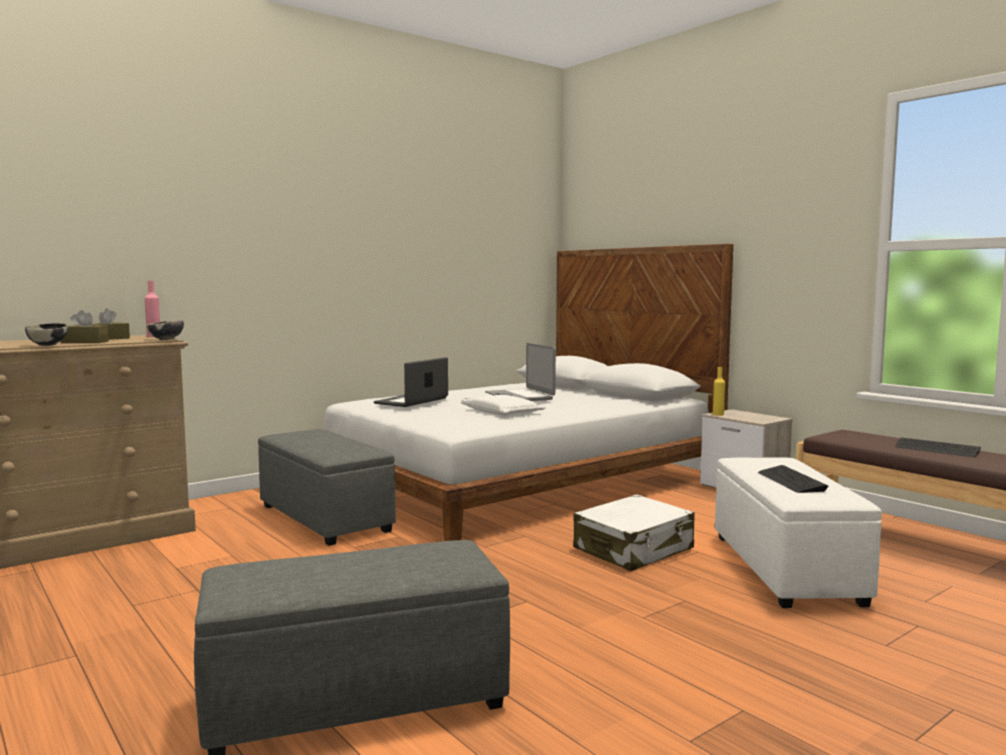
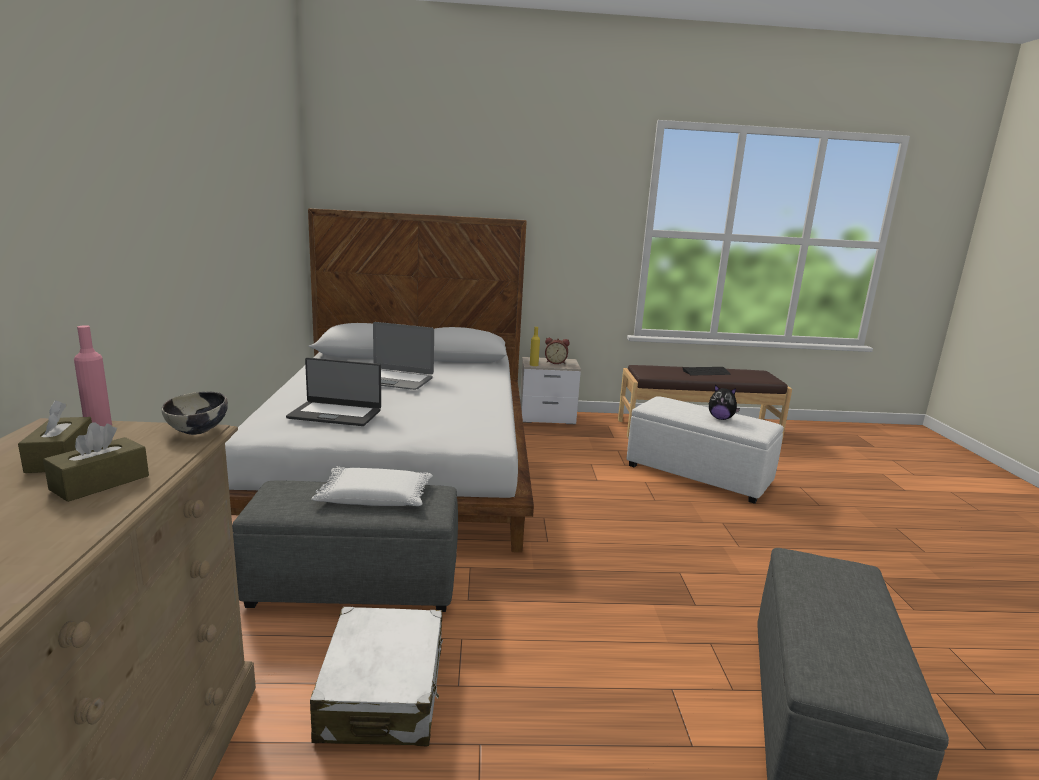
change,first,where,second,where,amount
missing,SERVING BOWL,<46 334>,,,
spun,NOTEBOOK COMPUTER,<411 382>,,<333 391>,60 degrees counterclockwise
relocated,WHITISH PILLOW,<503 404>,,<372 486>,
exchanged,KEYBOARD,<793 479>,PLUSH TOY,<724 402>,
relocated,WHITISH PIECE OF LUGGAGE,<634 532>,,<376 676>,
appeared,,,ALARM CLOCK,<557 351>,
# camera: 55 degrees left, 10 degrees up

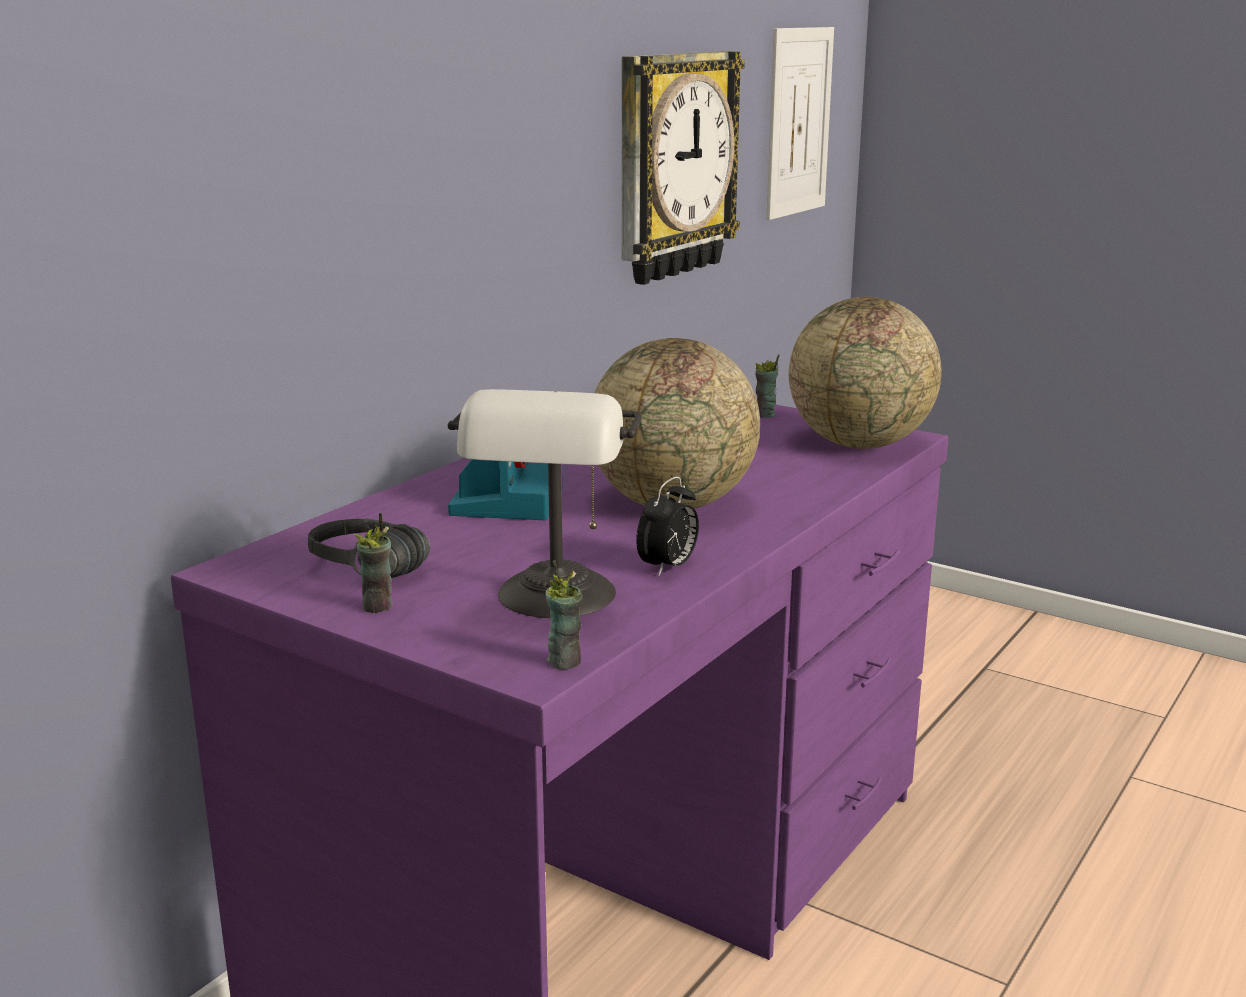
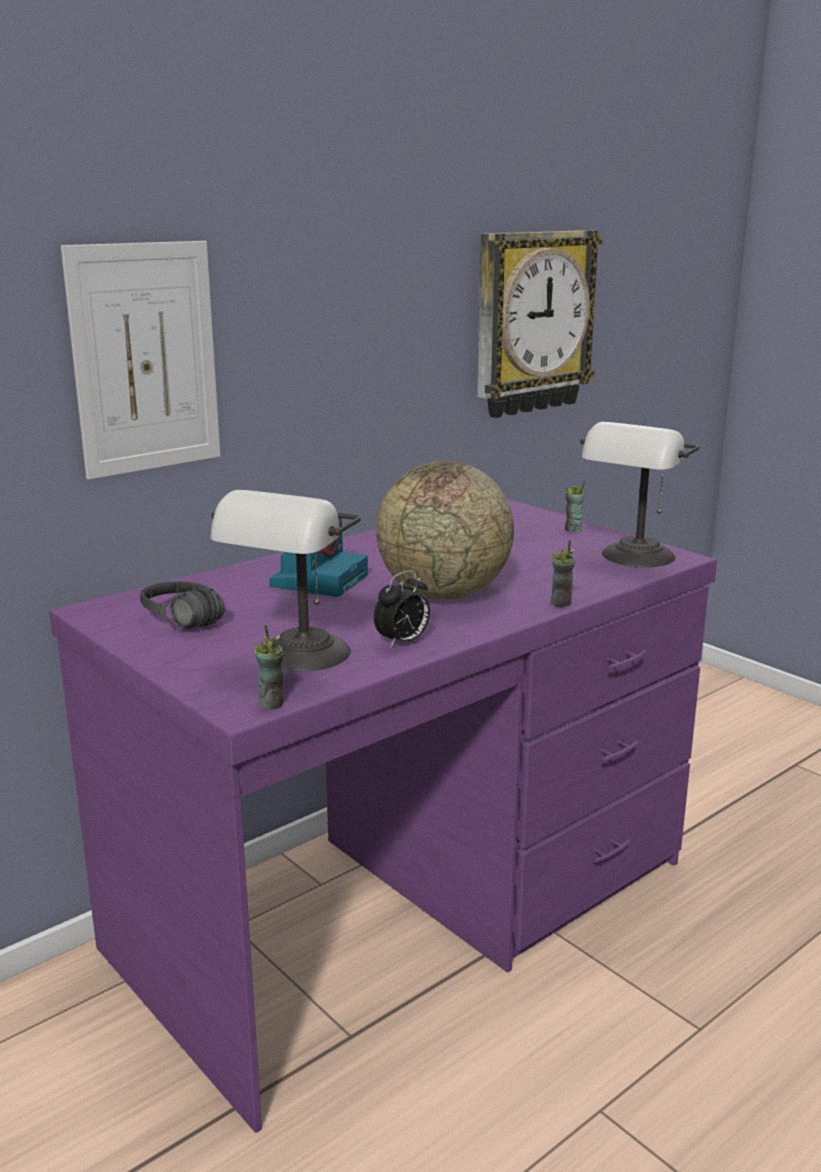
change,first,where,second,where,amount
relocated,PICTURE,<800 123>,,<141 360>,
exchanged,DESK GLOBE,<865 373>,TABLETOP LAMP,<640 494>,
relocated,SMALL CUP,<373 563>,,<563 573>,
# camera: 15 degrees right, 0 degrees up

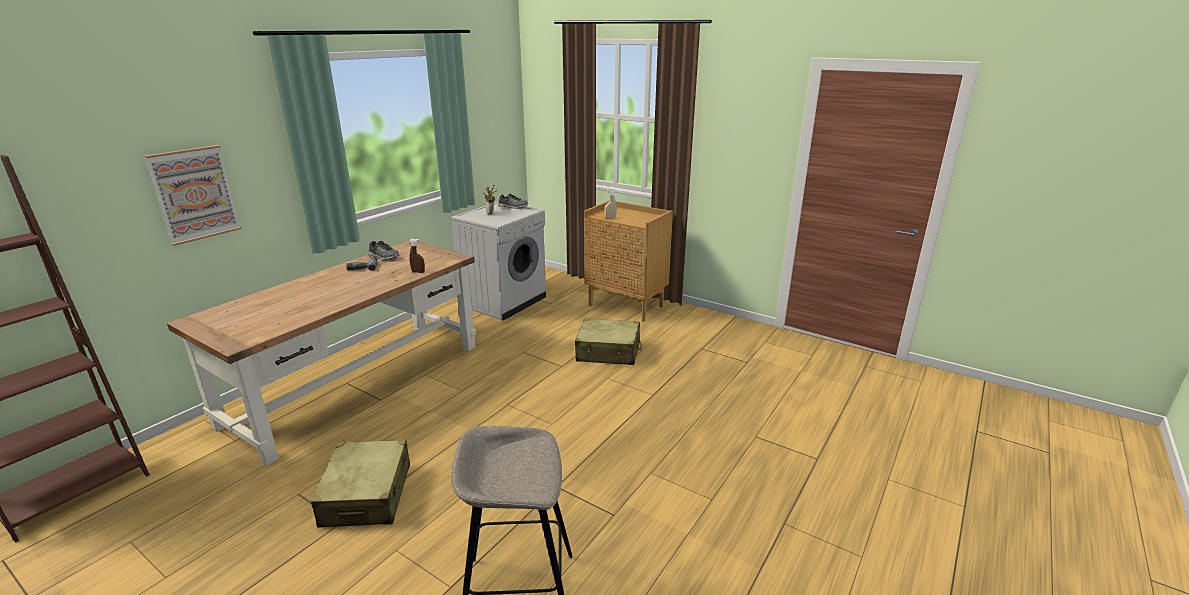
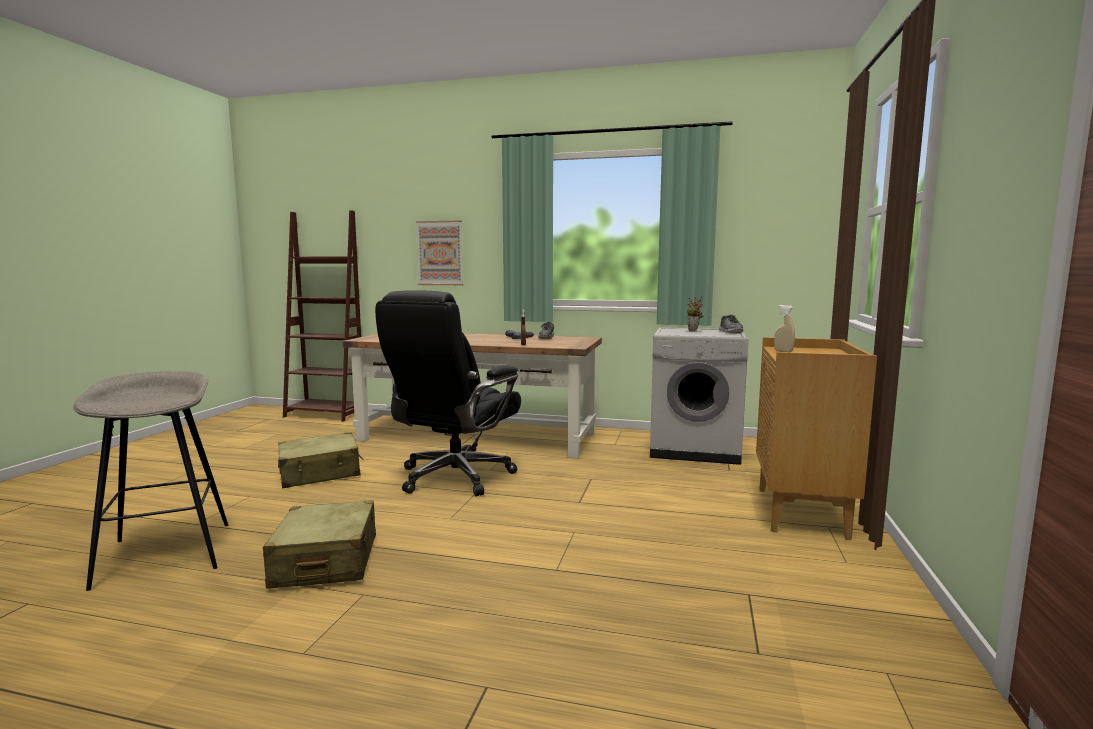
change,first,where,second,where,amount
relocated,BEIGE-COLOURED PIECE OF LUGGAGE,<608 342>,,<319 544>,
appeared,,,BLACK DESK CHAIR,<448 393>,
# camera: 70 degrees right, 15 degrees down

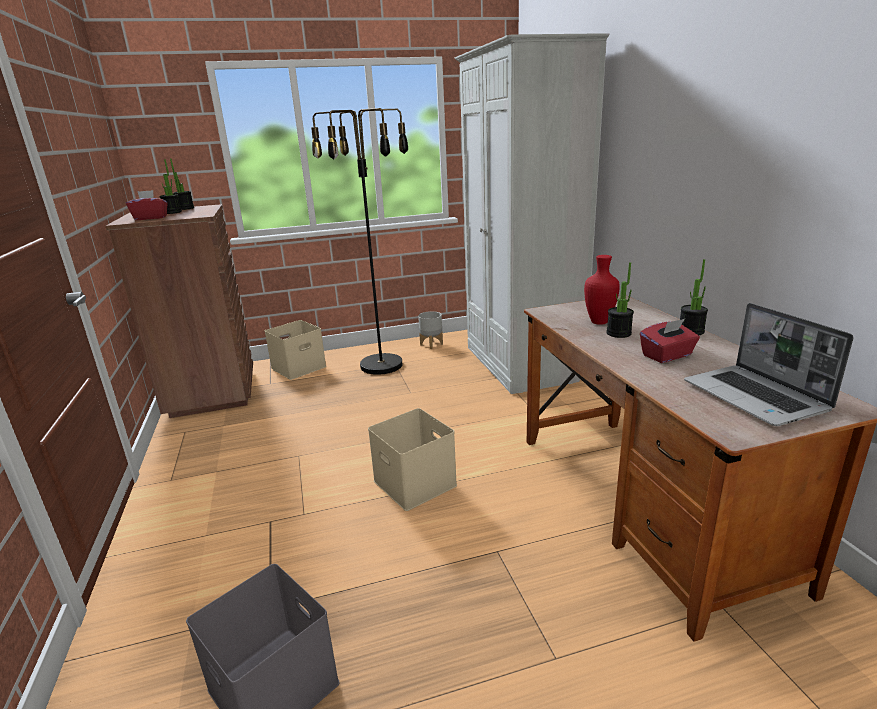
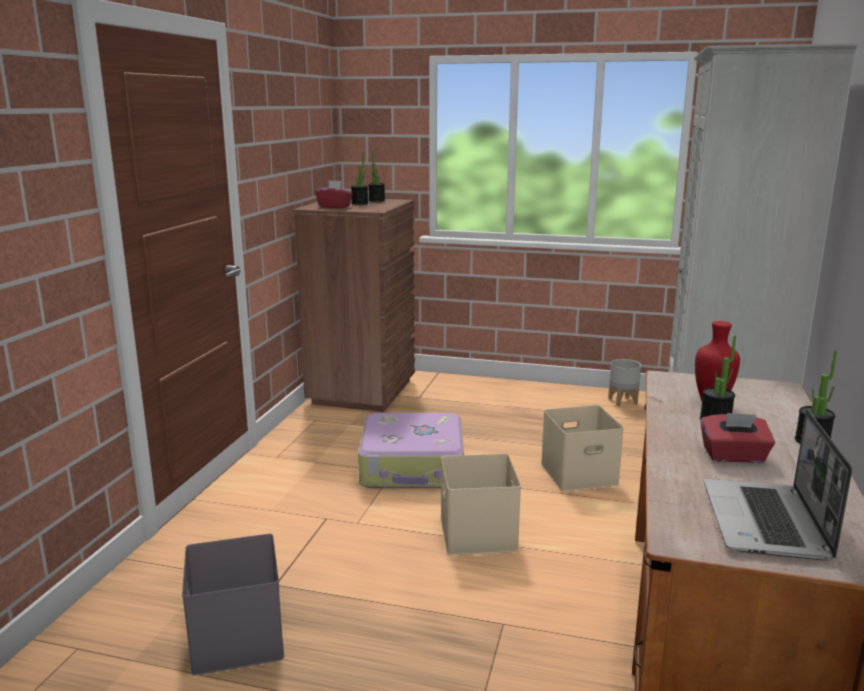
change,first,where,second,where,amount
missing,STANDING LAMP,<359 241>,,,
relocated,BEIGE-COLOURED STORAGE CONTAINER,<295 350>,,<582 448>,
appeared,,,PIECE OF LUGGAGE,<411 450>,
# camera: 30 degrees right, 5 degrees down

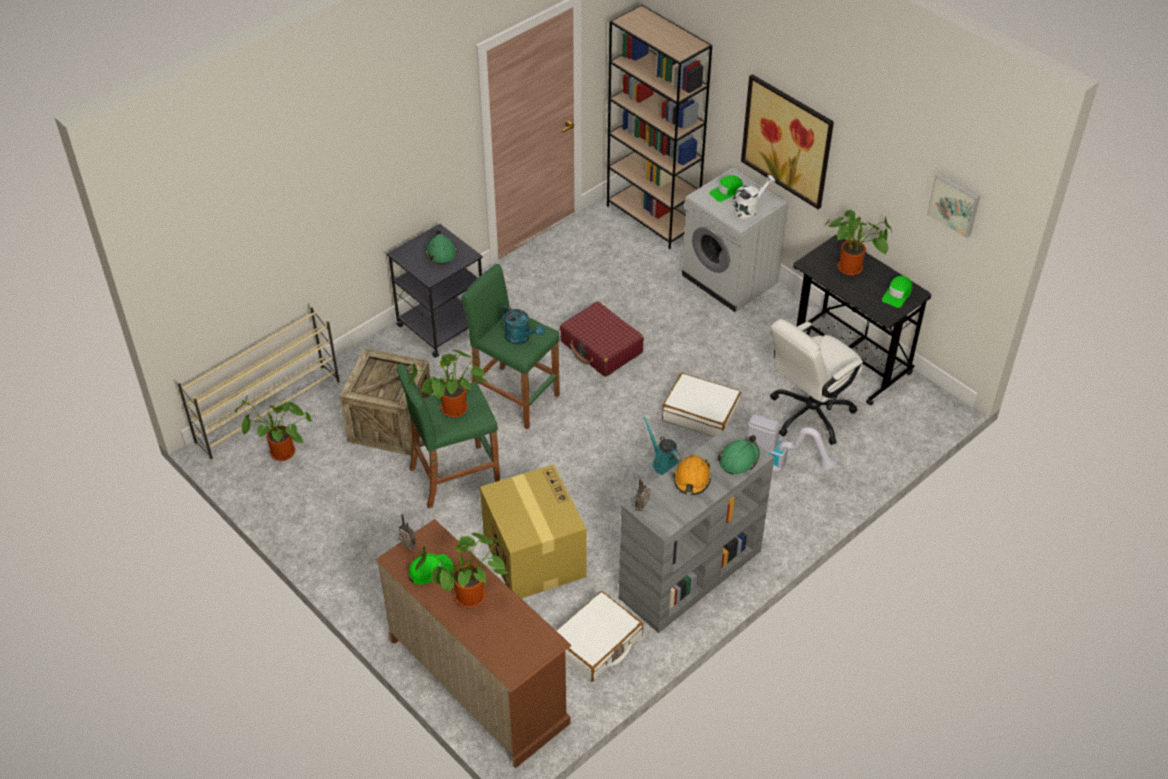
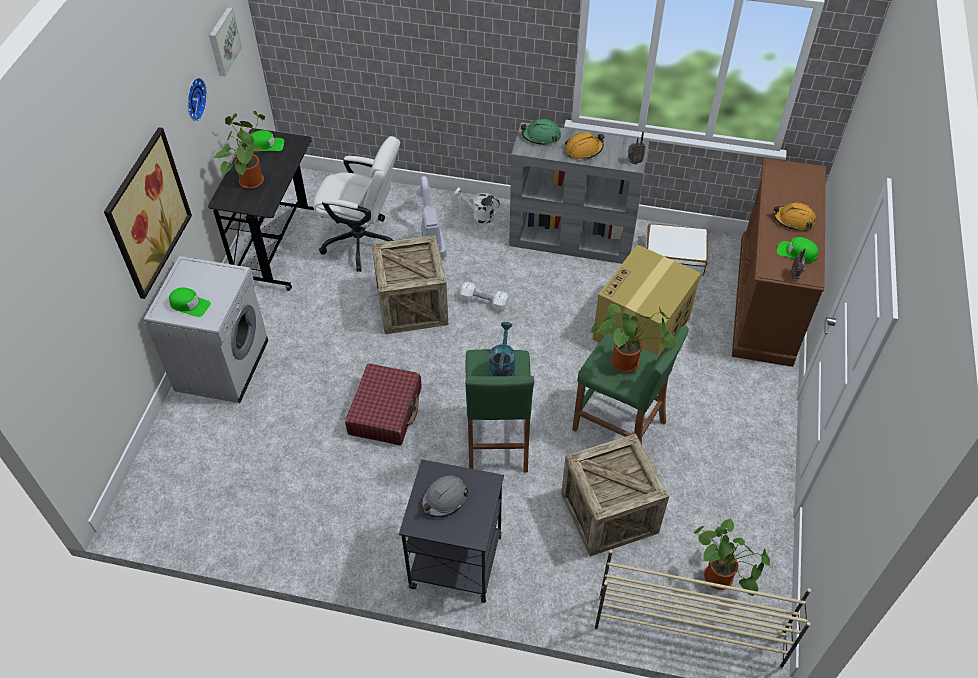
change,first,where,second,where,amount
missing,BEIGE-COLOURED BOOKCASE,<659 126>,,,
relocated,WHITISH SPRINKLING CAN,<754 197>,,<477 205>,
colour,GREENISH HARD HAT,<441 247>,GREYISH HARD HAT,<445 496>,
exchanged,WHITISH PIECE OF LUGGAGE,<701 405>,PACKING CRATE,<410 284>,
exchanged,TURQUOISE-COLOURED SPRINKLING CAN,<662 445>,WHITISH HAND WEIGHT,<484 296>,
exchanged,PLANT IN A POT,<461 570>,ORANGE-COLOURED HARD HAT,<794 217>,
appeared,,,CLOCK ON THE WALL,<197 99>,
# camera: 125 degrees left, 5 degrees up

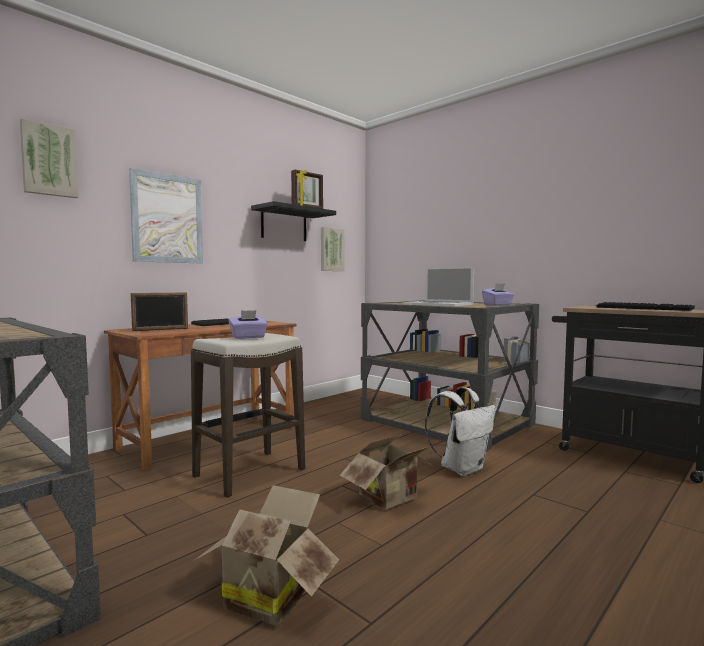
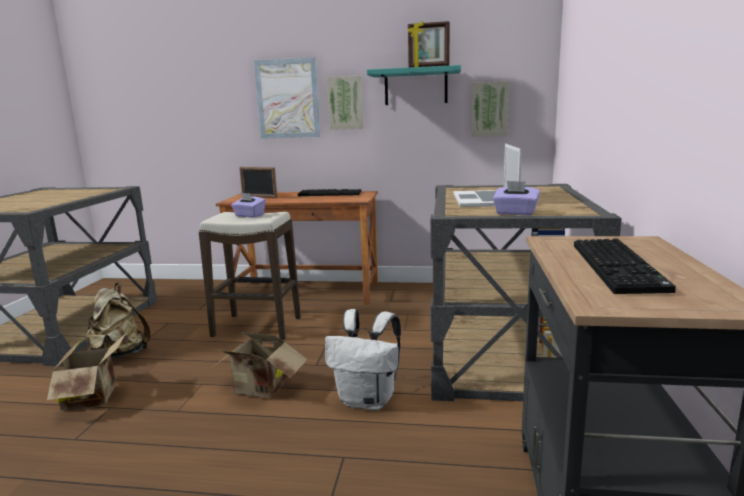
change,first,where,second,where,amount
relocated,PICTURE,<49 158>,,<345 103>,
colour,BLACK WALL SHELF,<293 221>,TURQUOISE-COLOURED WALL SHELF,<414 85>,
appeared,,,BEIGE-COLOURED KNAPSACK,<118 320>,
# camera: 55 degrees right, 10 degrees up

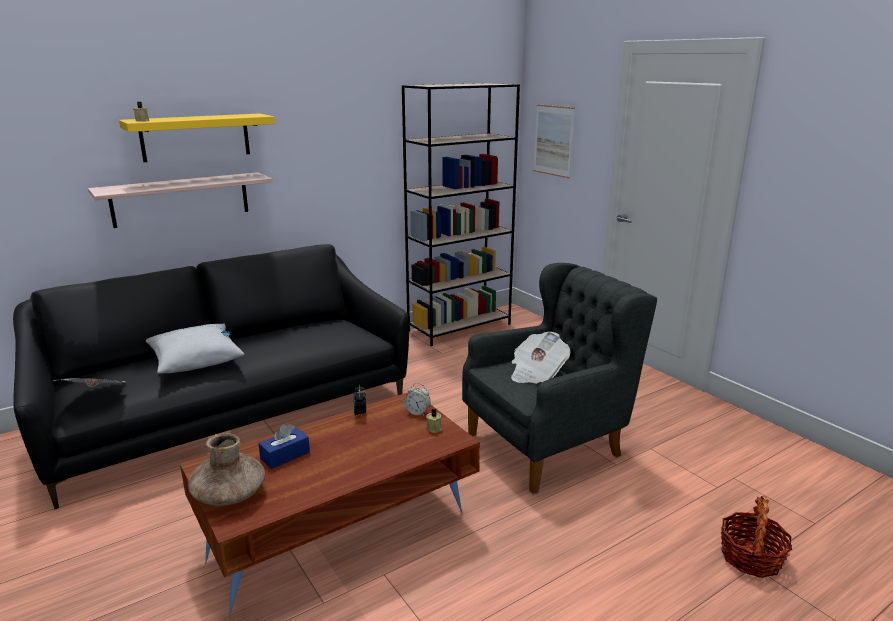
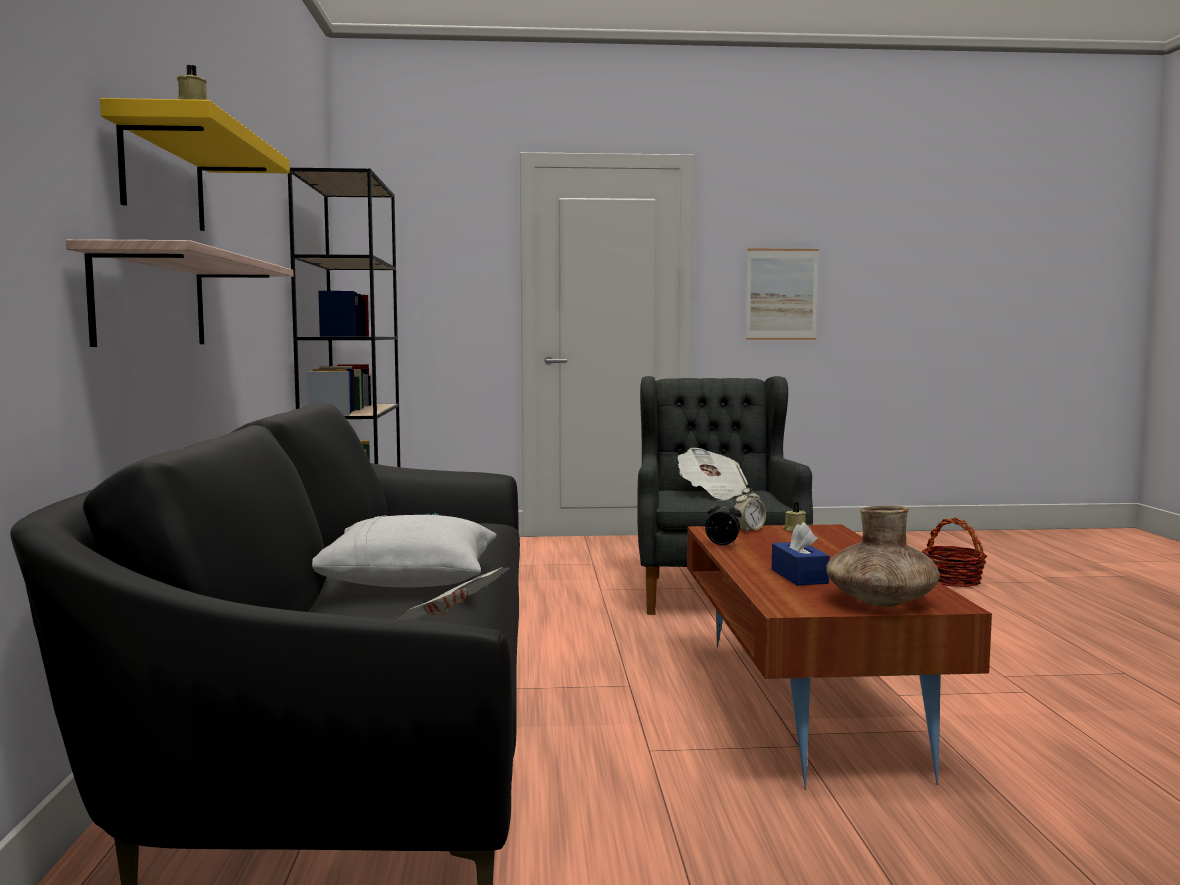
change,first,where,second,where,amount
relocated,PICTURE,<554 141>,,<782 294>,
# camera: 60 degrees left, 15 degrees down

